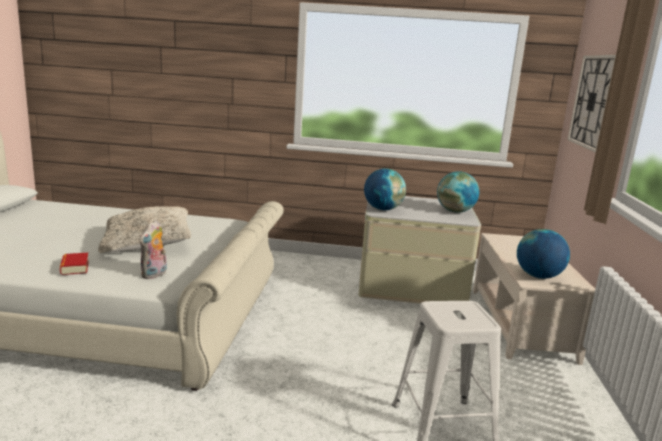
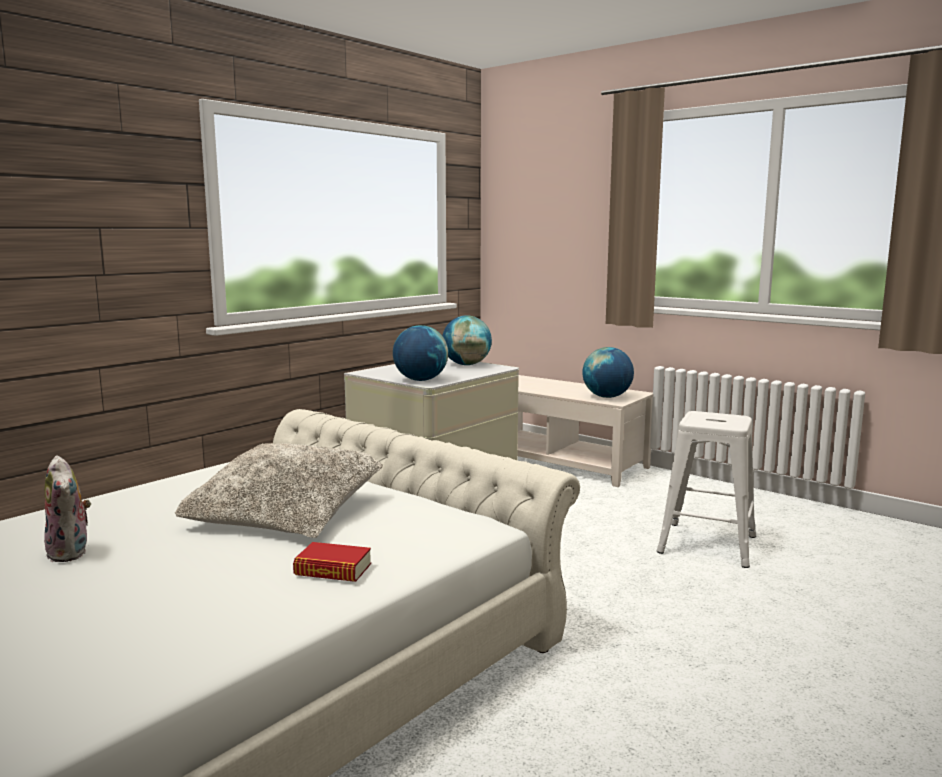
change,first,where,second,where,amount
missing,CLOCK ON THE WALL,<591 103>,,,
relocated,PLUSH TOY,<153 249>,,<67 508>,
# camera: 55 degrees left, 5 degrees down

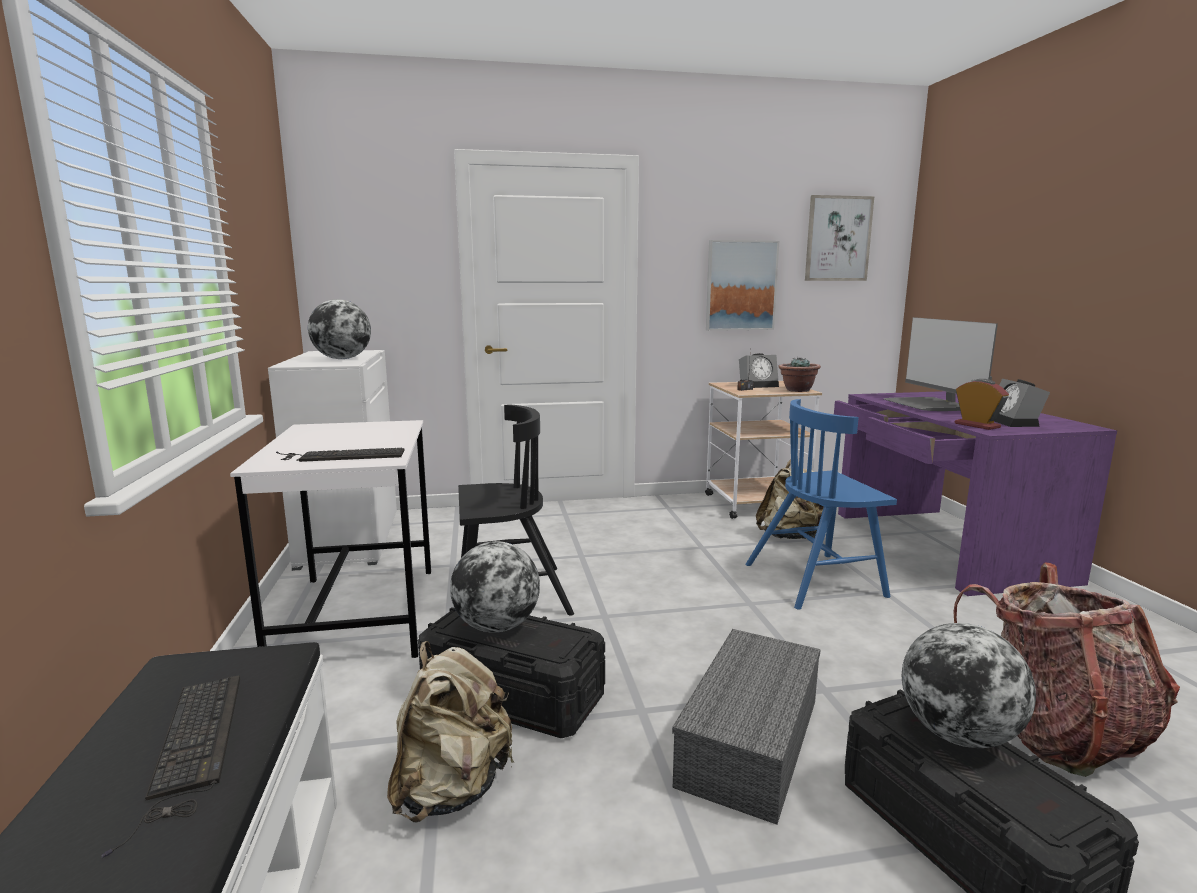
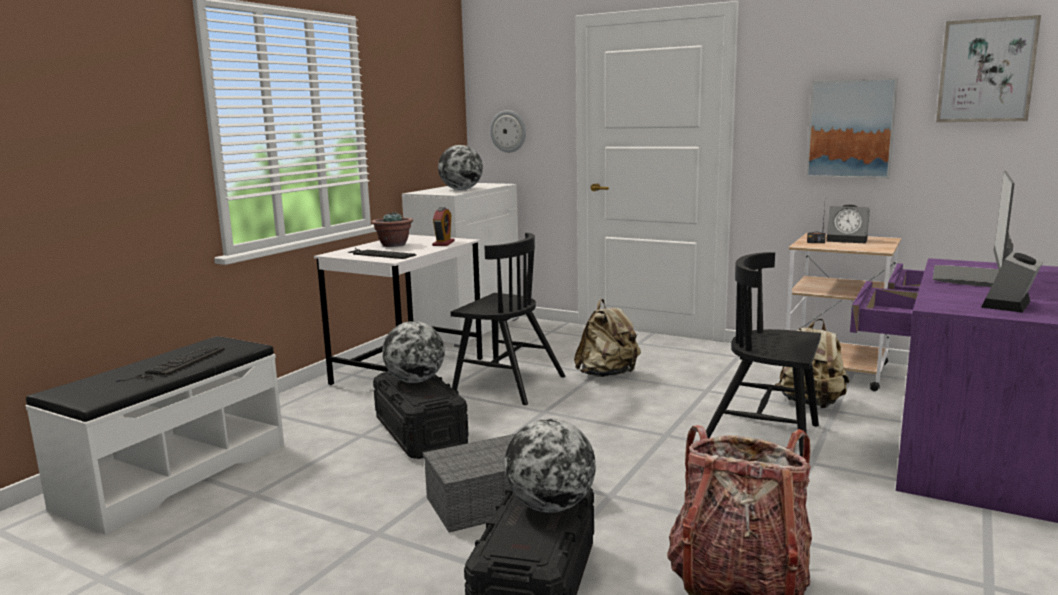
change,first,where,second,where,amount
relocated,PLANT IN A POT,<799 375>,,<392 229>,
relocated,ALARM CLOCK,<981 404>,,<443 226>,
colour,BLUE-COLOURED CHAIR,<821 504>,BLACK CHAIR,<763 354>,
relocated,BEIGE-COLOURED KNAPSACK,<450 731>,,<607 338>,
appeared,,,CLOCK ON THE WALL,<508 131>,
# camera: 40 degrees right, 0 degrees up

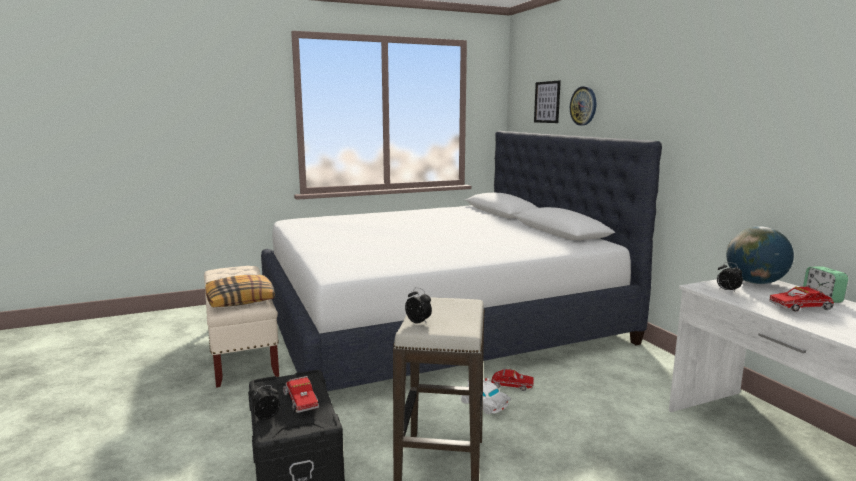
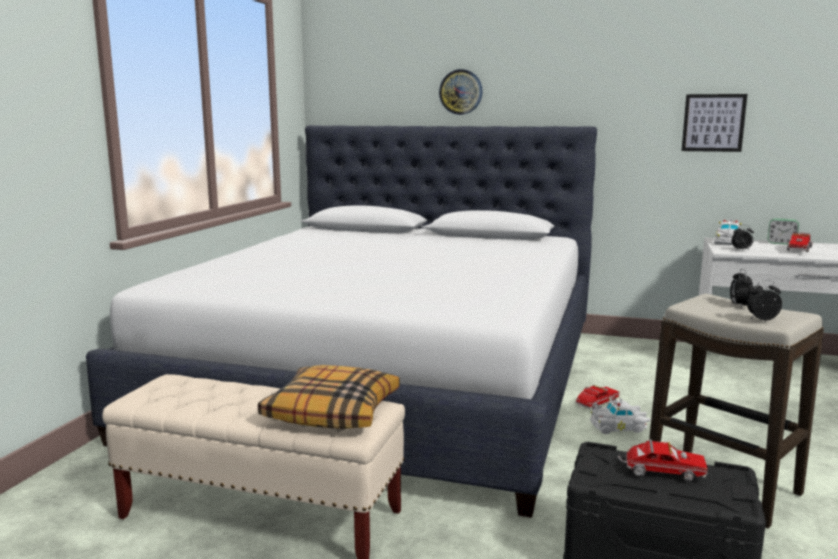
change,first,where,second,where,amount
relocated,PICTURE,<547 101>,,<714 123>,
exchanged,DESK GLOBE,<760 255>,WHITISH TOY CAR,<728 231>,
relocated,ALARM CLOCK,<265 402>,,<741 288>,
# camera: 50 degrees left, 0 degrees up

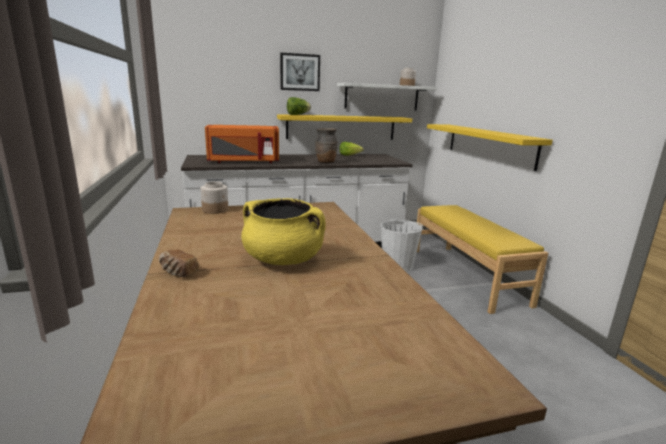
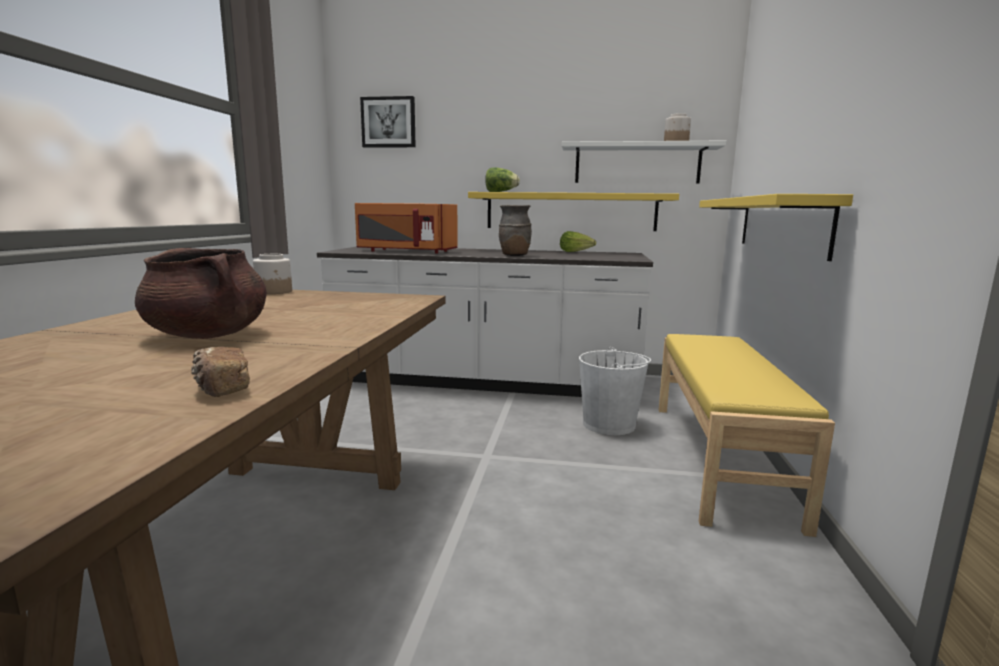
change,first,where,second,where,amount
relocated,PICTURE,<300 72>,,<388 122>,
colour,YELLOW-COLOURED SAUCEPOT,<283 231>,BROWN SAUCEPOT,<201 293>,
relocated,BREAD,<179 263>,,<220 372>,
# camera: 25 degrees right, 5 degrees down

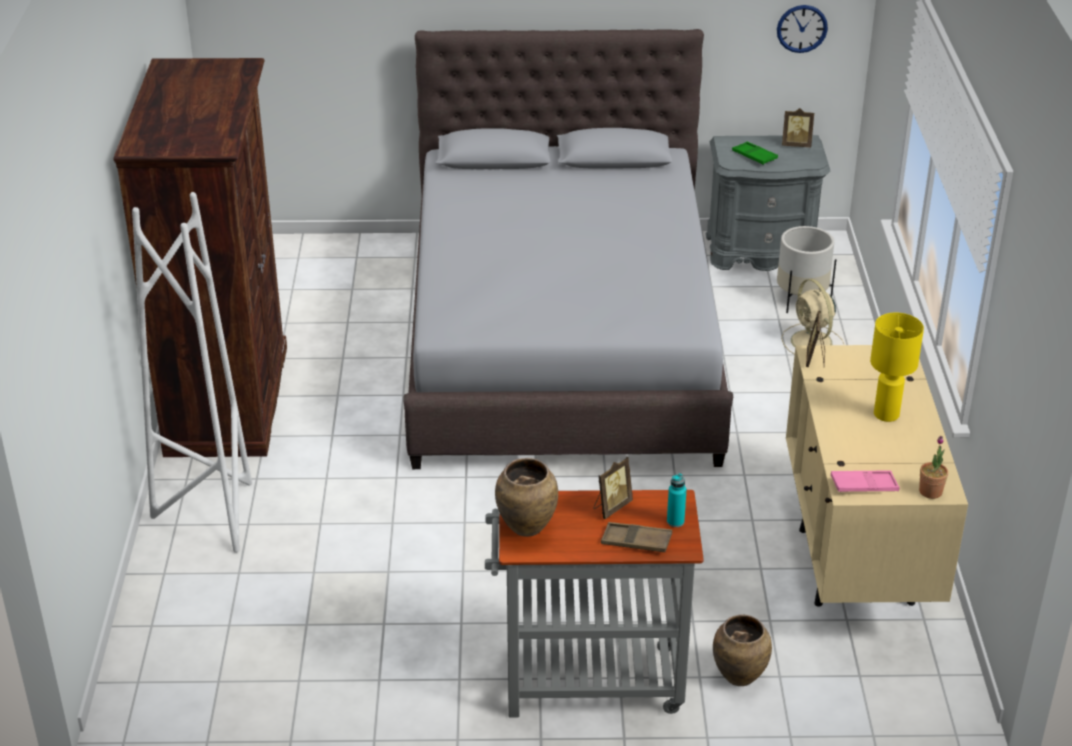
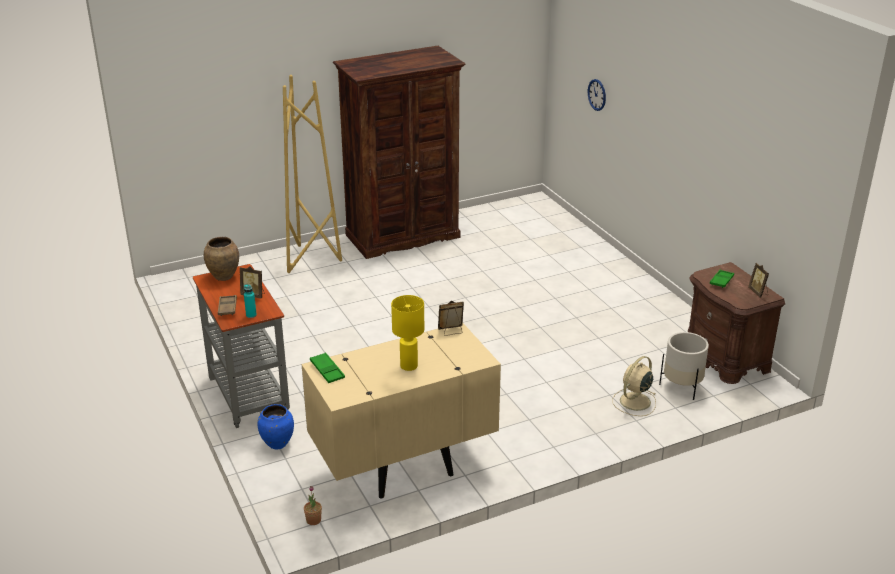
change,first,where,second,where,amount
relocated,CLOCK ON THE WALL,<802 29>,,<597 95>,
missing,GREYISH SLEEPING BED,<568 249>,,,
colour,GREYISH BEDSIDE TABLE,<768 203>,BROWN BEDSIDE TABLE,<736 323>,
colour,WHITISH GARMENT STAND,<192 372>,YELLOW-COLOURED GARMENT STAND,<312 174>,
relocated,PLANT IN A POT,<933 467>,,<313 505>,
colour,PINK SERVING TRAY,<865 481>,GREENISH SERVING TRAY,<327 367>,
colour,BROWN DECORATIVE VASE,<742 650>,BLUE-COLOURED DECORATIVE VASE,<275 427>,
# camera: 65 degrees right, 5 degrees down

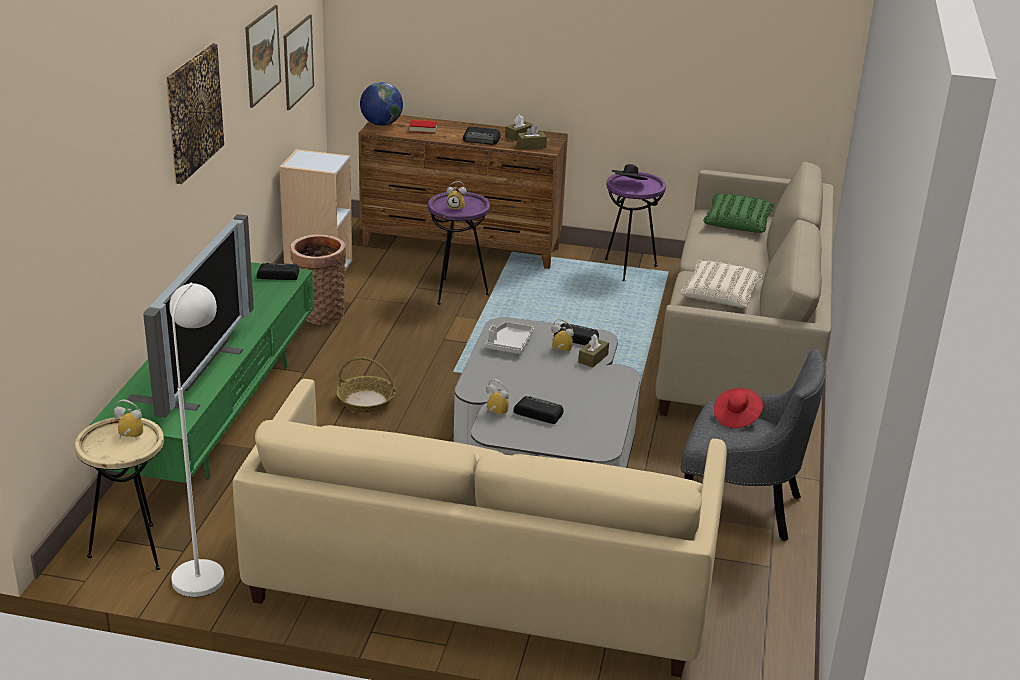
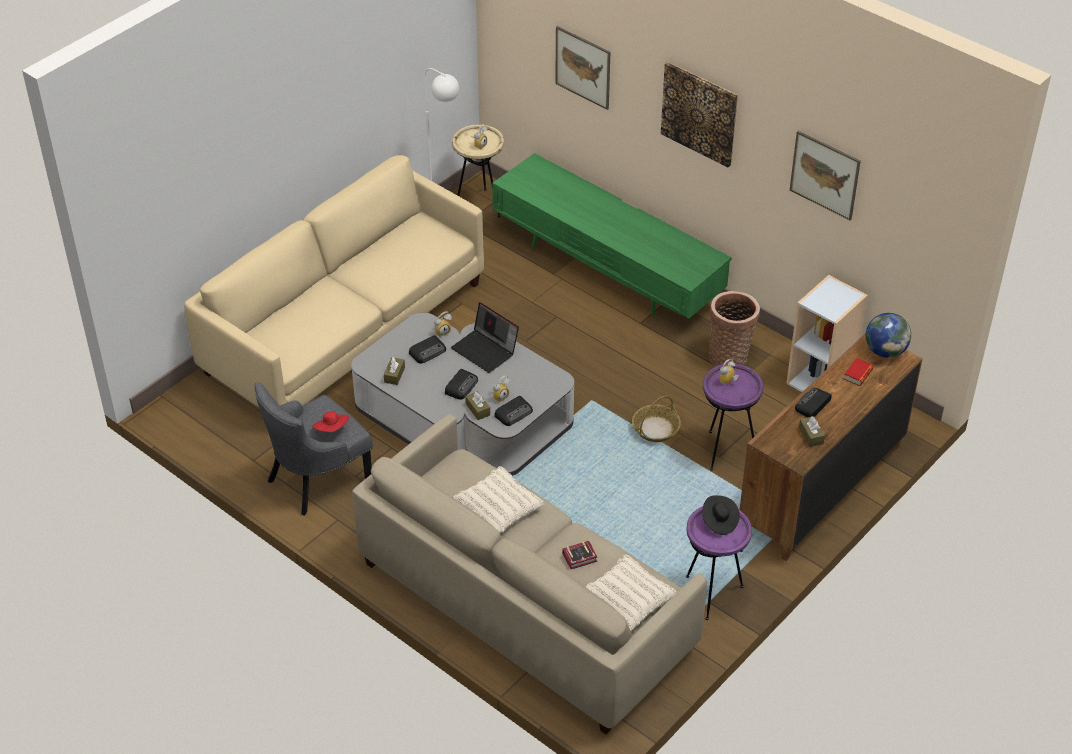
change,first,where,second,where,amount
relocated,PICTURE,<299 62>,,<582 68>,
relocated,BROWN TISSUE BOX,<532 137>,,<394 371>,
colour,GREENISH PILLOW,<738 213>,BEIGE-COLOURED PILLOW,<631 592>,
missing,TV SET,<191 316>,,,
relocated,RADIO RECEIVER,<278 271>,,<461 384>,
missing,GREYISH SERVING TRAY,<510 338>,,,
relocated,STORAGE BASKET,<366 385>,,<656 419>,
appeared,,,NOTEBOOK COMPUTER,<485 337>,
appeared,,,BOUND BOOK,<579 555>,
# camera: 120 degrees right, 15 degrees up

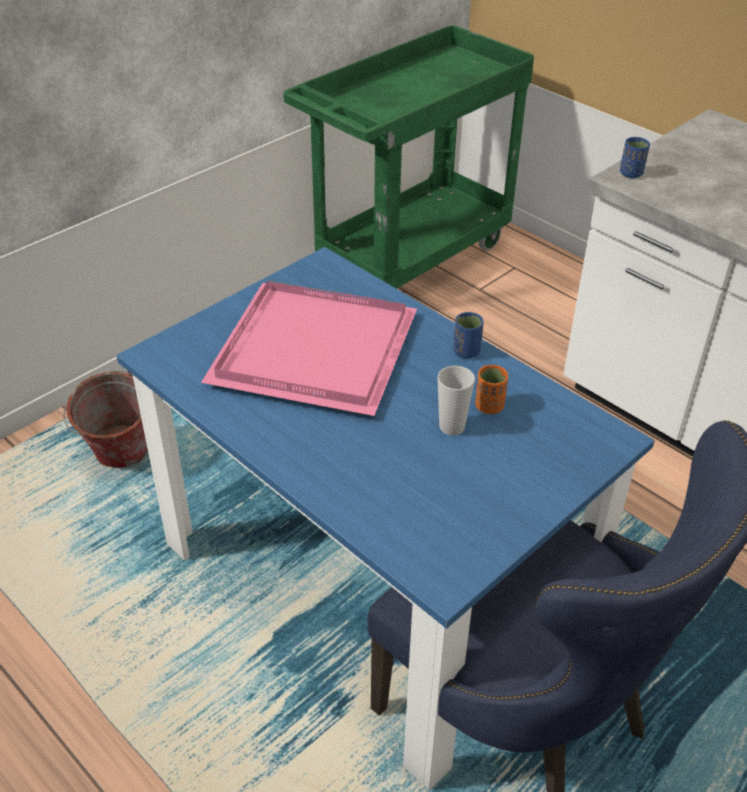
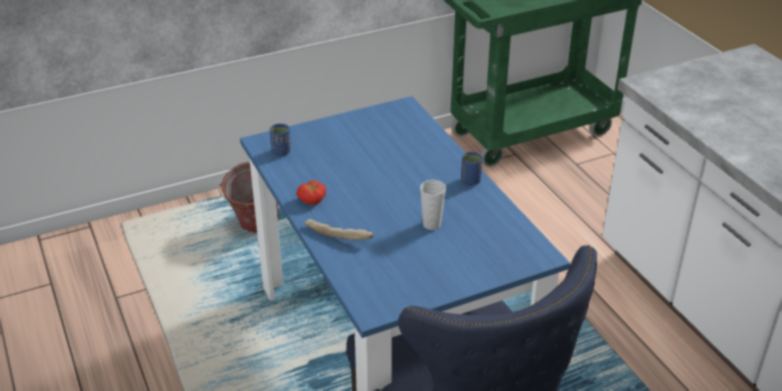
change,first,where,second,where,amount
relocated,BLUE-COLOURED SMALL CUP,<635 157>,,<280 140>,
missing,PINK SERVING TRAY,<309 348>,,,
missing,ORANGE-COLOURED SMALL CUP,<491 389>,,,
appeared,,,WHOLE TOMATO,<311 192>,
appeared,,,BREAD,<339 229>,
# camera: 20 degrees right, 5 degrees down

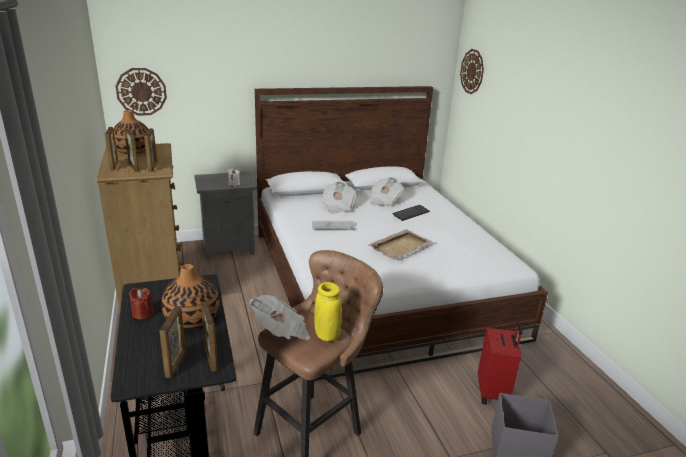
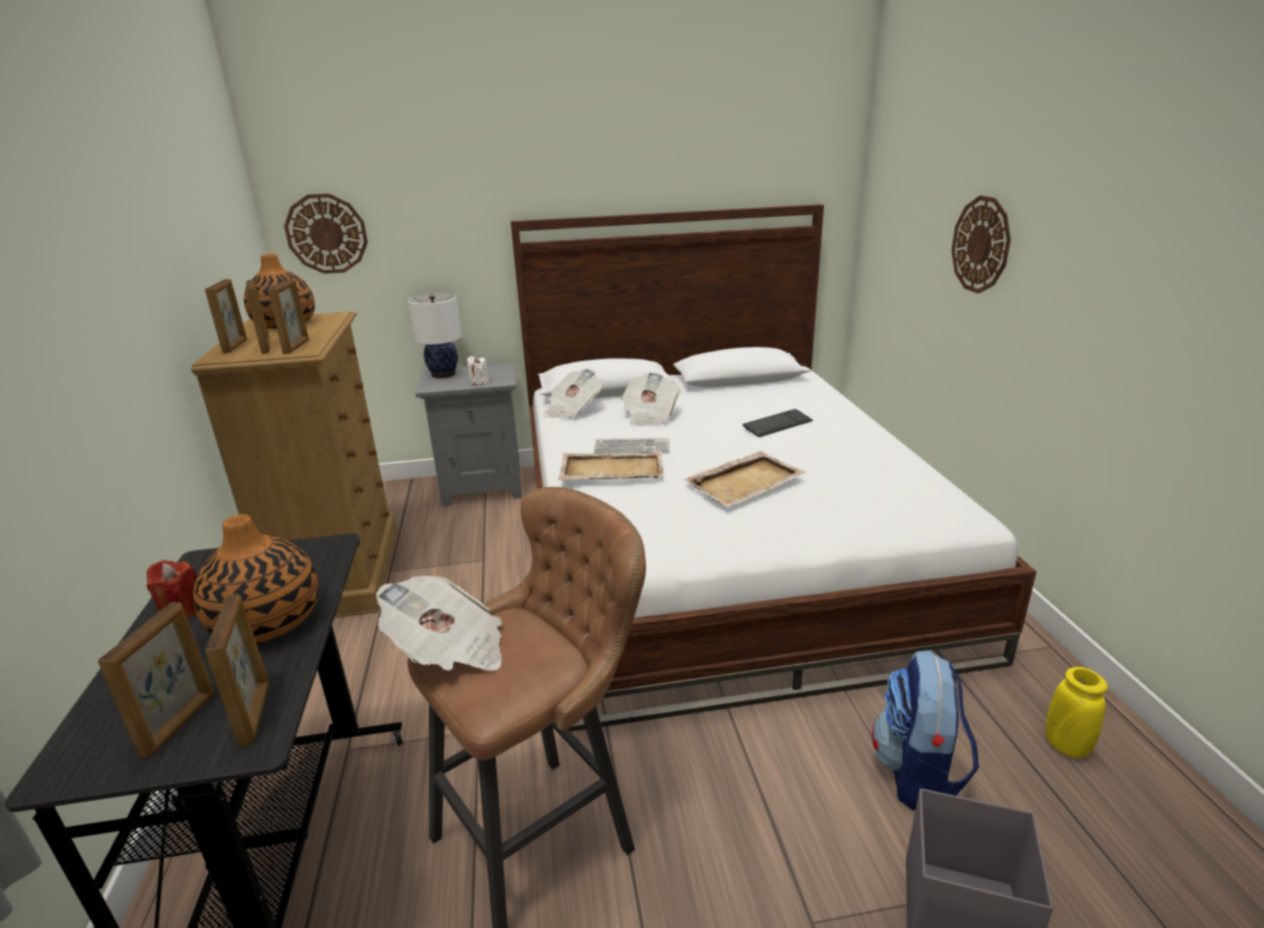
change,first,where,second,where,amount
relocated,CLOCK ON THE WALL,<472 71>,,<981 244>,
relocated,PRINTED PAPER,<386 191>,,<573 393>,
relocated,YELLOW-COLOURED DECORATIVE VASE,<327 311>,,<1077 712>,
exchanged,RED-COLOURED PIECE OF LUGGAGE,<500 363>,KNAPSACK,<925 730>,
appeared,,,WHITISH TABLETOP LAMP,<435 335>,
appeared,,,BEIGE-COLOURED SERVING TRAY,<611 466>,
# camera: 10 degrees right, 0 degrees up

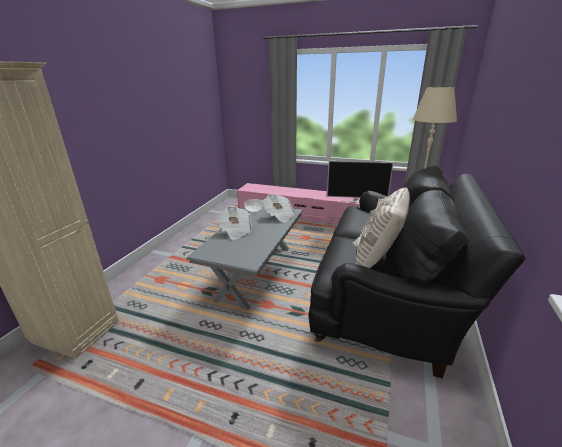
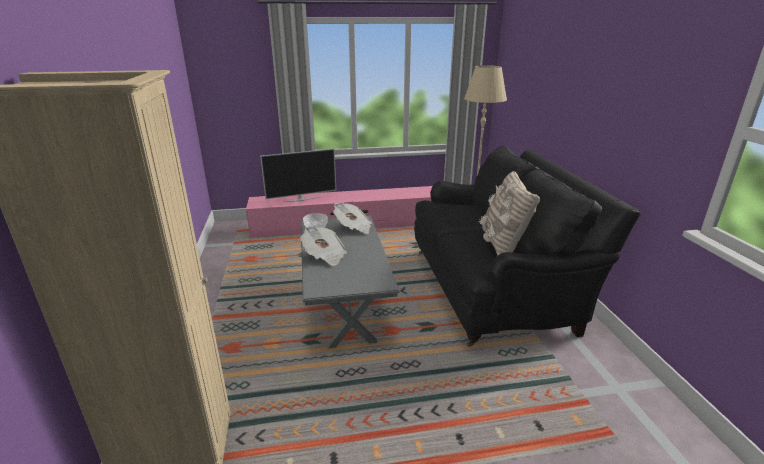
change,first,where,second,where,amount
relocated,TV SET,<360 182>,,<298 175>,
# camera: 30 degrees left, 0 degrees up

